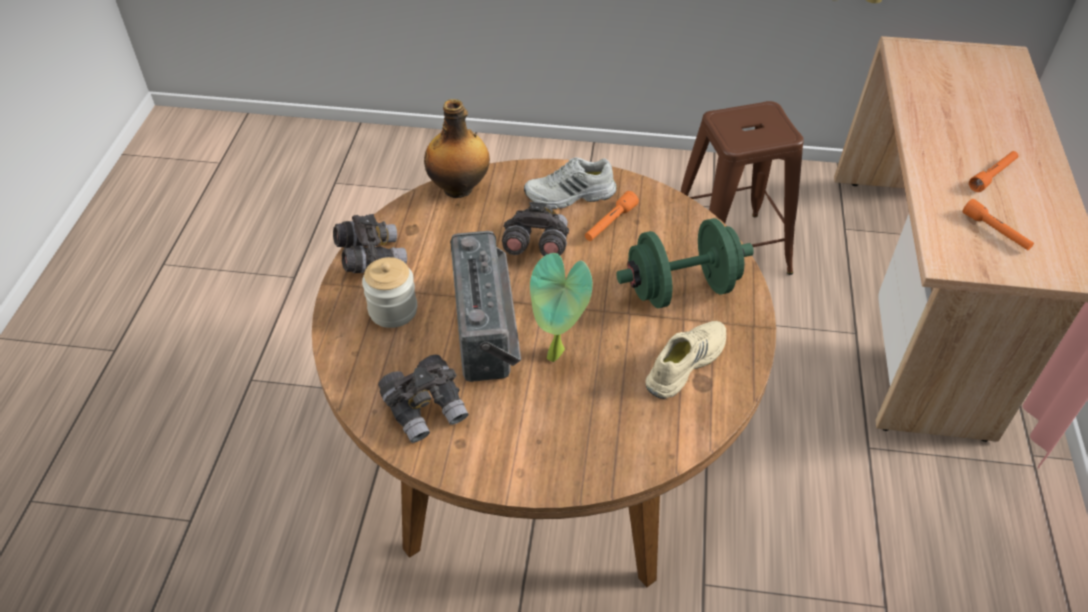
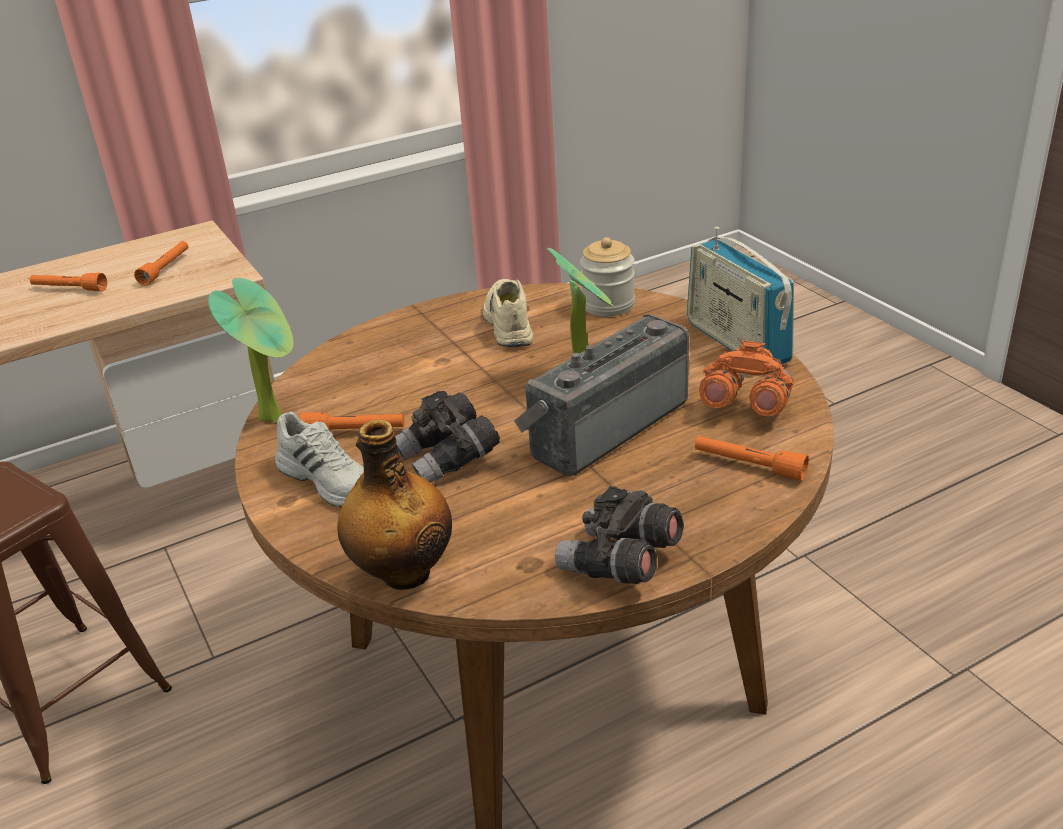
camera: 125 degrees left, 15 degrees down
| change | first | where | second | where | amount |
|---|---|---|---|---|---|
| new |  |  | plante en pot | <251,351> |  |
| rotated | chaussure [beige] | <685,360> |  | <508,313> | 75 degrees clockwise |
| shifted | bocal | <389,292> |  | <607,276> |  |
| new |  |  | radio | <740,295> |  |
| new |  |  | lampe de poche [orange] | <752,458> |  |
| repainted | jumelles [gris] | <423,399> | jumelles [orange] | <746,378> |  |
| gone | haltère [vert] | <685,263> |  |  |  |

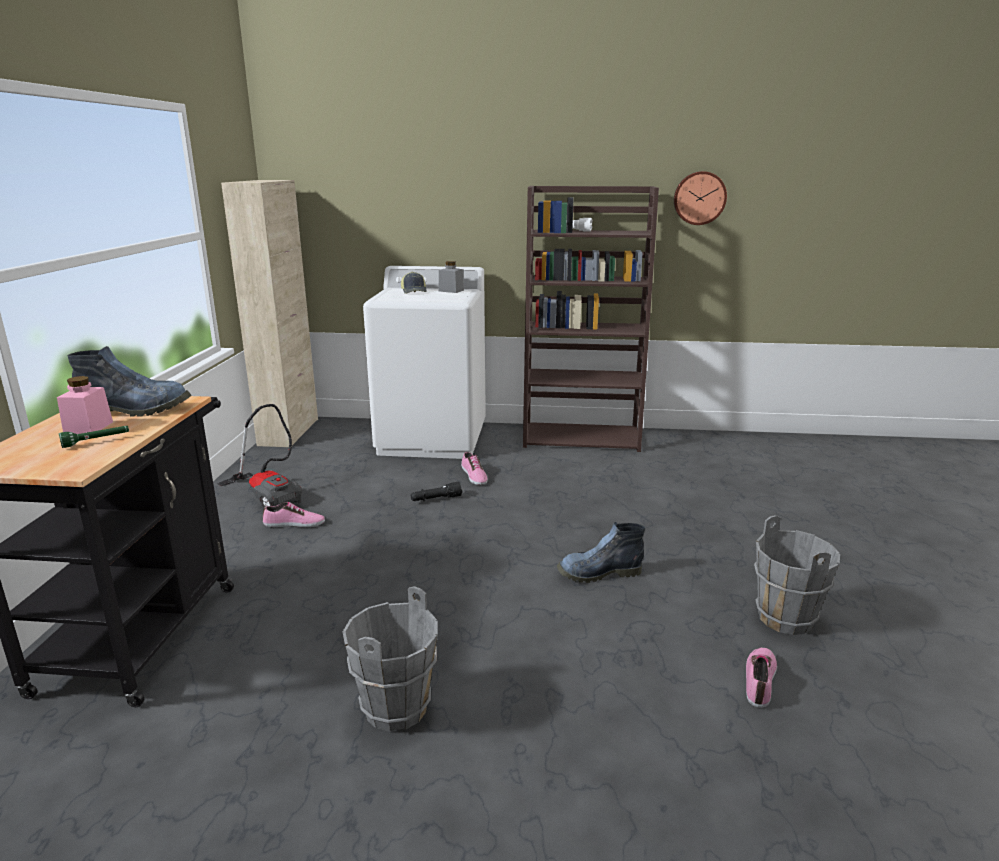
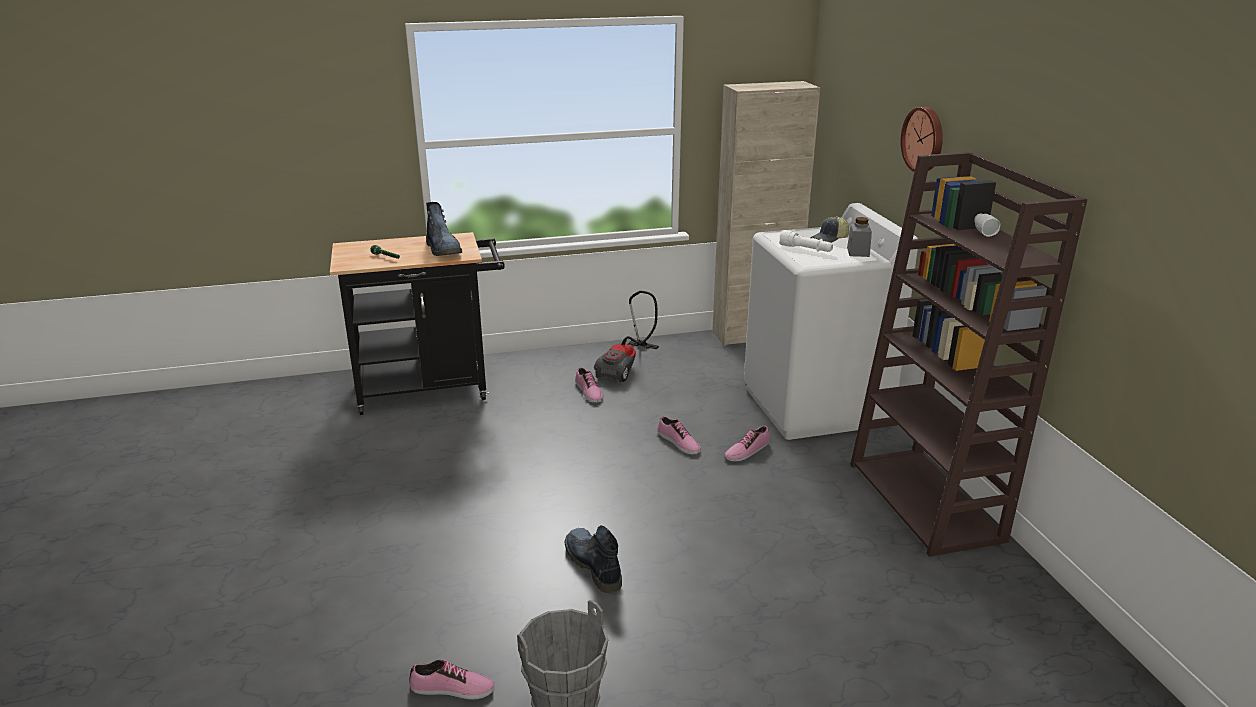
camera: 70 degrees right, 5 degrees up
| change | first | where | second | where | amount |
|---|---|---|---|---|---|
| swapped | lampe de poche [noir] | <436,491> | chaussure | <679,435> |  |
| new |  |  | lampe de poche [blanc] | <806,241> |  |
| shifted | horloge murale | <700,198> |  | <922,139> |  |
| gone | bocal [rose] | <85,405> |  |  |  |
| gone | seau [gris] | <390,659> |  |  |  |

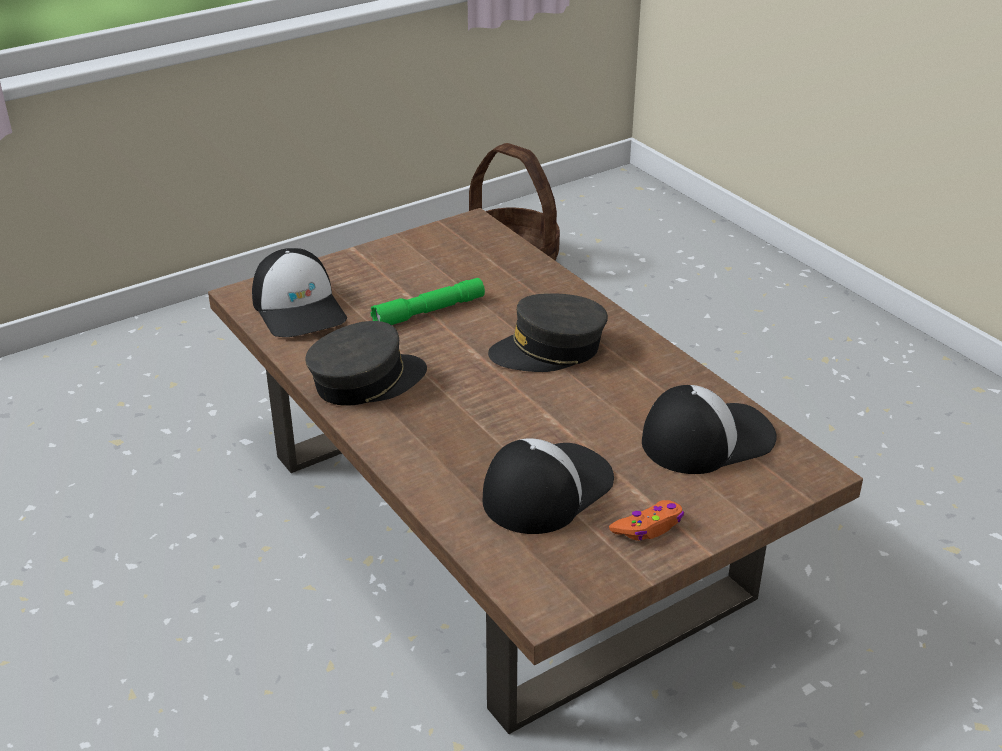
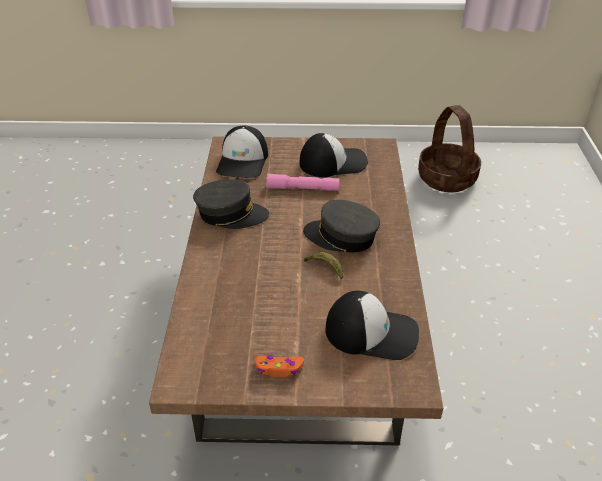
camera: 35 degrees right, 5 degrees up
| change | first | where | second | where | amount |
|---|---|---|---|---|---|
| repainted | lampe de poche [vert] | <427,301> | lampe de poche [rose] | <302,182> |  |
| shifted | casquette | <548,486> |  | <334,155> |  |
| new |  |  | banane | <324,265> |  |

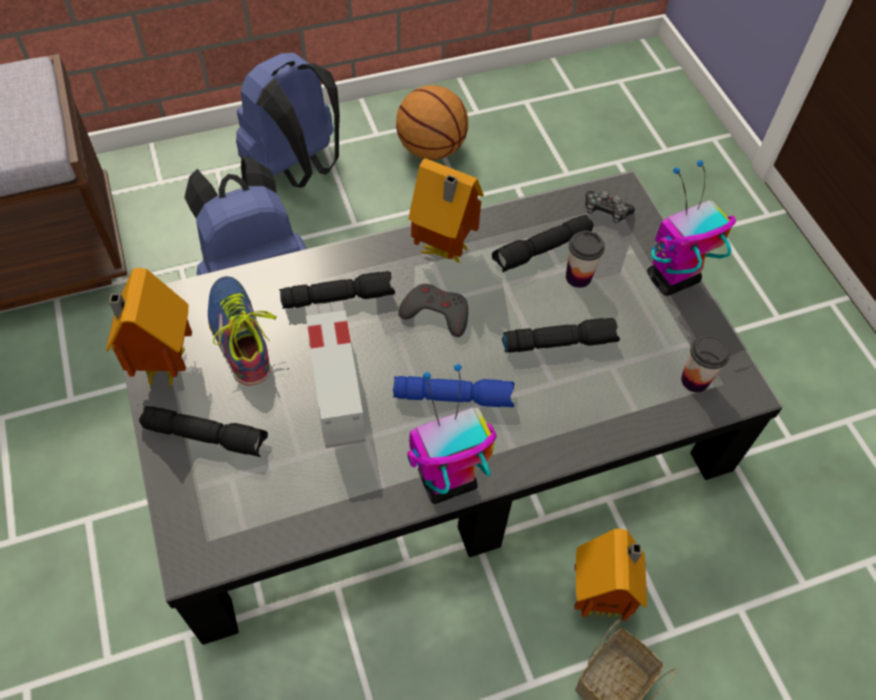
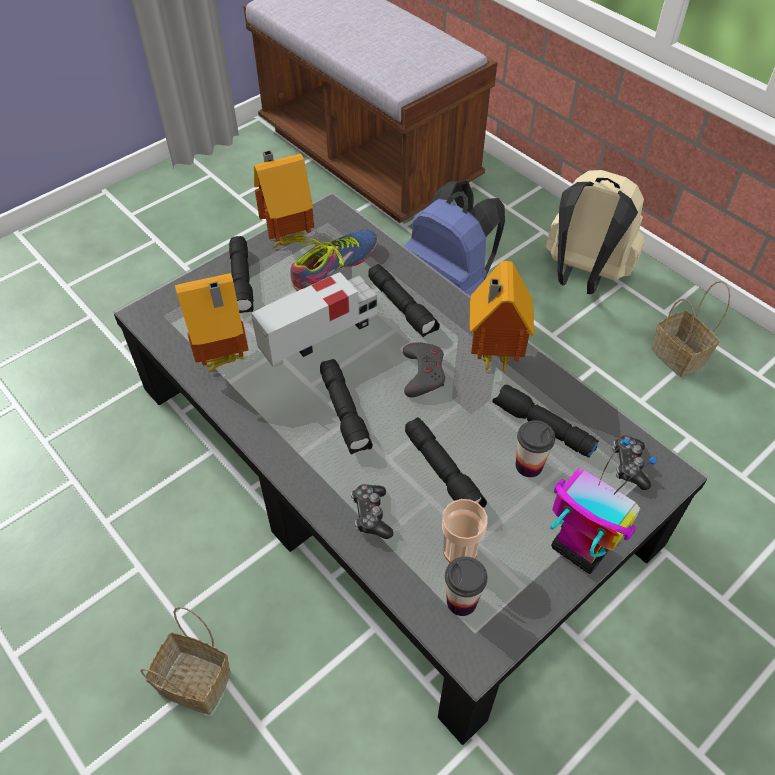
camera: 70 degrees right, 5 degrees down
| change | first | where | second | where | amount |
|---|---|---|---|---|---|
| shifted | maison miniature | <611,575> |  | <212,322> |  |
| repainted | lampe de poche [bleu] | <453,391> | lampe de poche [noir] | <346,407> |  |
| new |  |  | manette | <372,511> |  |
| new |  |  | tasse | <465,531> |  |
| repainted | sac à dos [bleu] | <288,120> | sac à dos [beige] | <595,232> |  |
| swapped | ballon de basket | <432,122> | panier | <690,328> |  |
| gone | robot jouet | <451,434> |  |  |  |

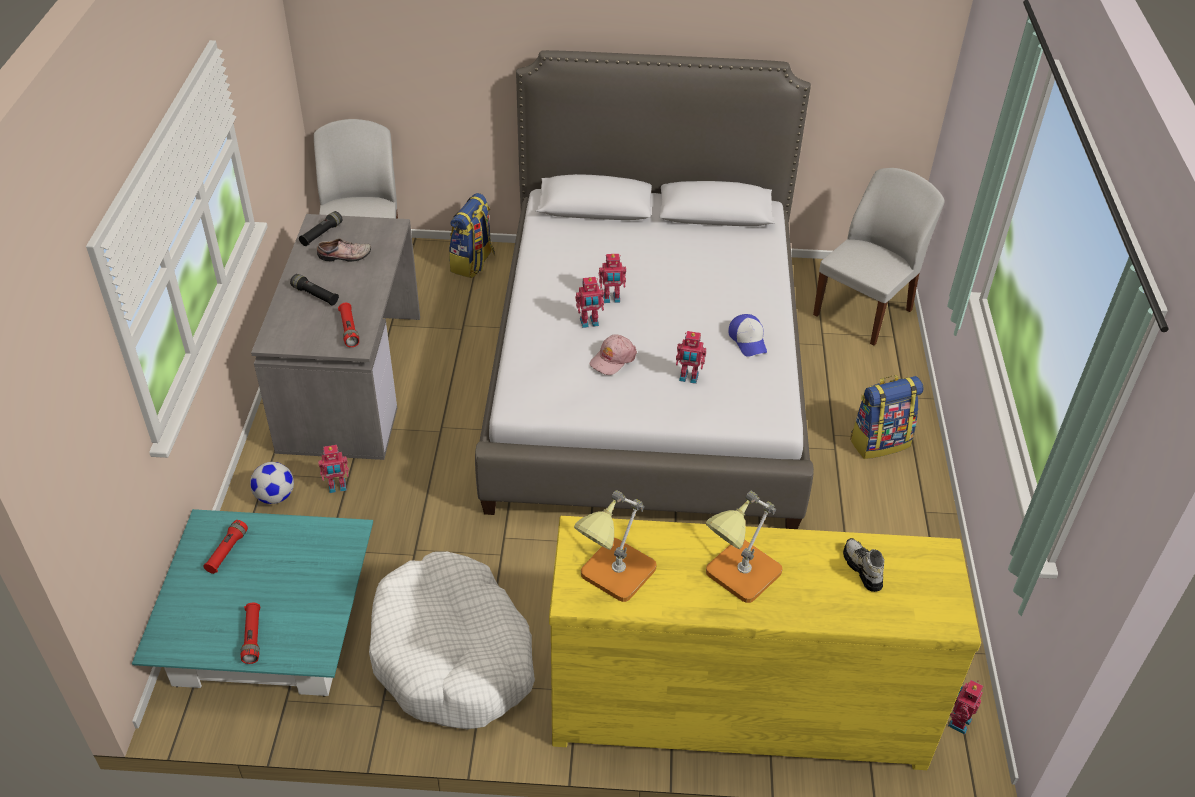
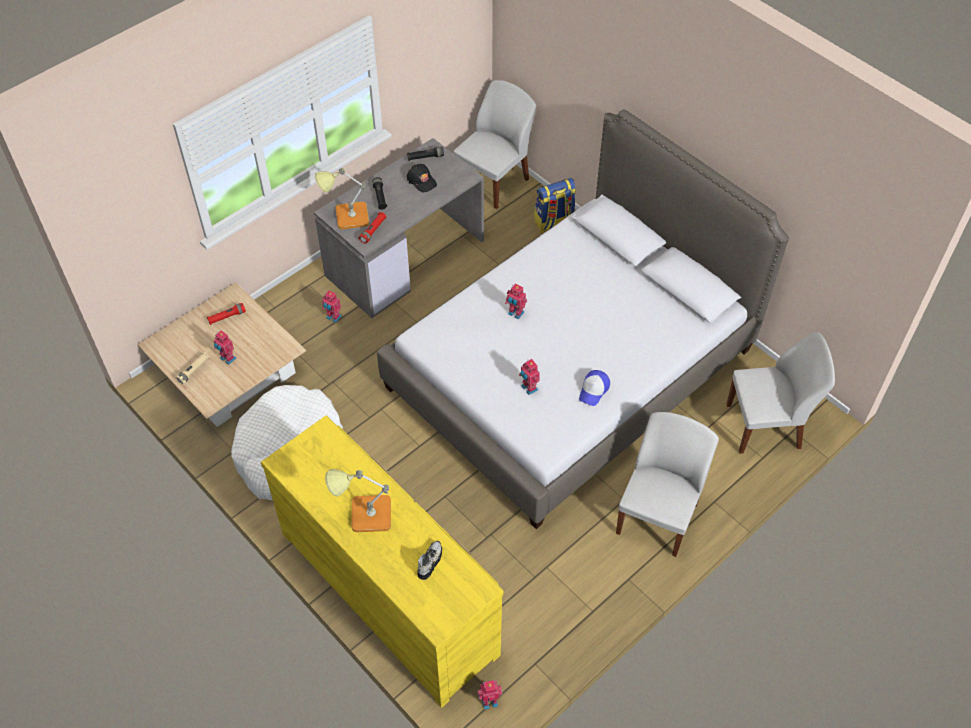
camera: 45 degrees right, 10 degrees up
| change | first | where | second | where | amount |
|---|---|---|---|---|---|
| repainted | table basse [turquoise] | <252,603> | table basse [beige] | <221,354> |  |
| repainted | lampe de poche [rouge] | <250,633> | lampe de poche [beige] | <193,368> |  |
| shifted | robot jouet | <612,278> |  | <225,347> |  |
| shifted | lampe de table | <615,546> |  | <342,198> |  |
| swapped | chaussure | <344,250> | casquette [noir] | <422,178> |  |
| swapped | sac à dos | <887,417> | chaise [blanc] | <667,484> |  |
| gone | ballon de foot | <272,483> |  |  |  |
| gone | casquette [rose] | <613,354> |  |  |  |

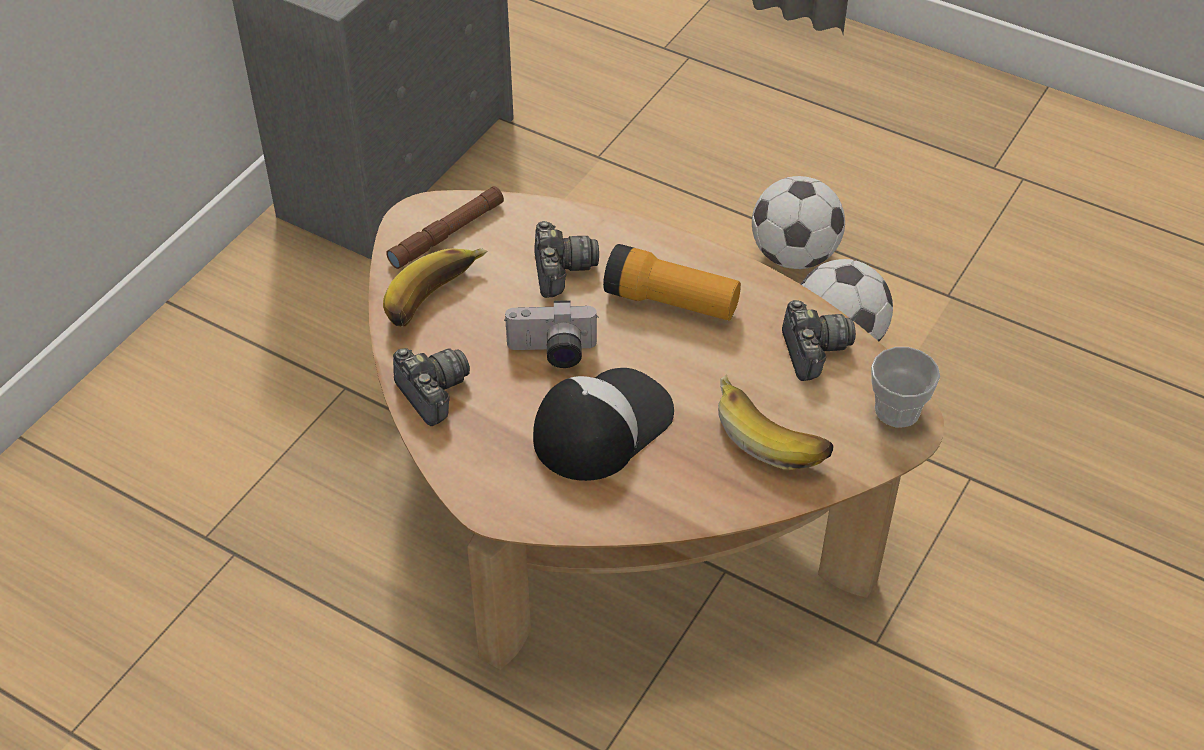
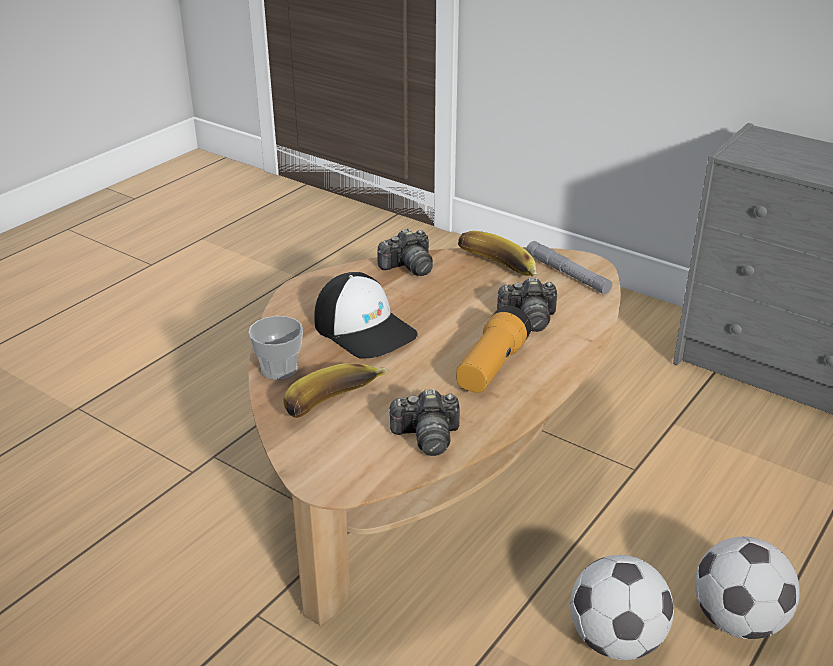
camera: 95 degrees right, 15 degrees down
| change | first | where | second | where | amount |
|---|---|---|---|---|---|
| shifted | tasse | <905,387> |  | <275,348> |  |
| repainted | lampe de poche [marron] | <445,227> | lampe de poche [gris] | <569,267> |  |
| gone | appareil photo | <551,334> |  |  |  |

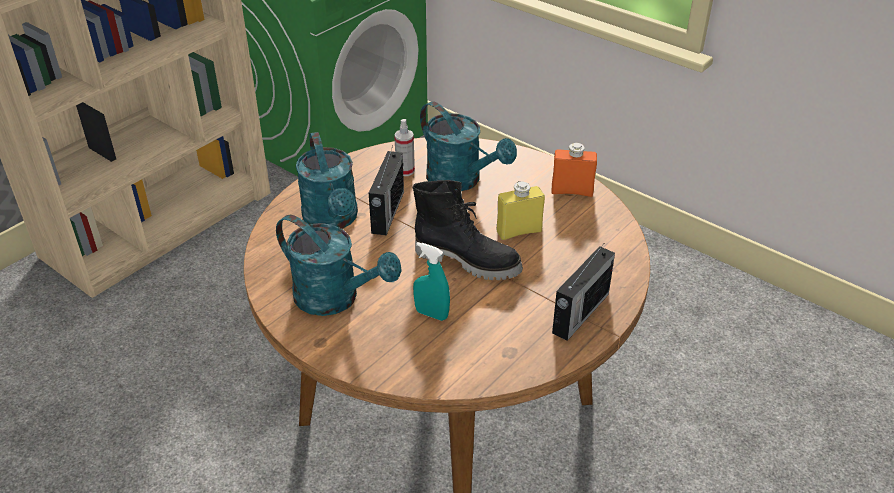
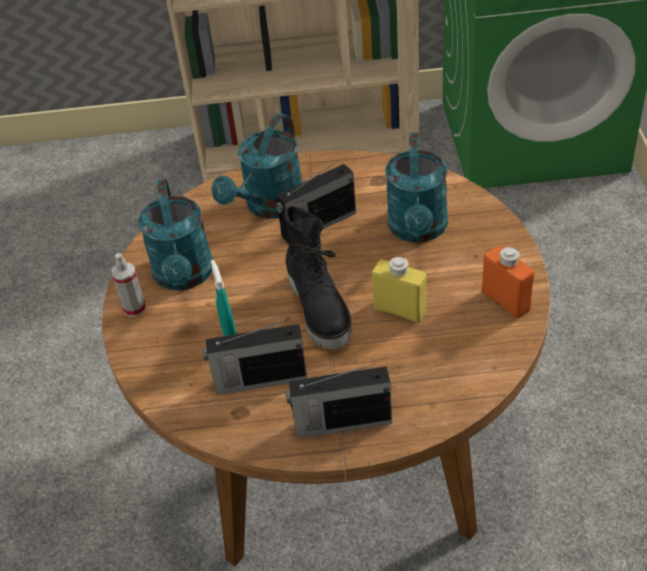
camera: 50 degrees right, 5 degrees up
| change | first | where | second | where | amount |
|---|---|---|---|---|---|
| shifted | vaporisateur | <404,147> |  | <129,285> |  |
| new |  |  | radio | <255,358> |  |

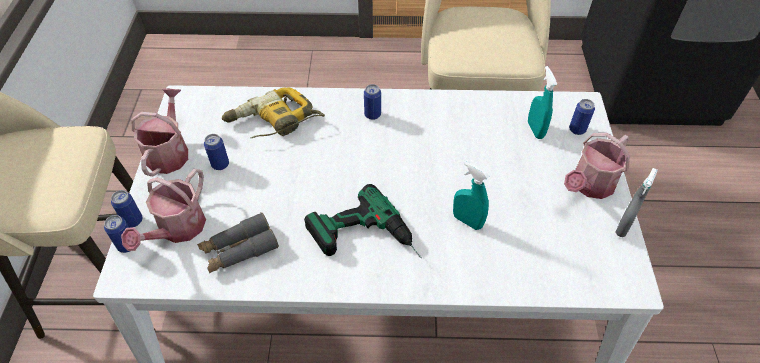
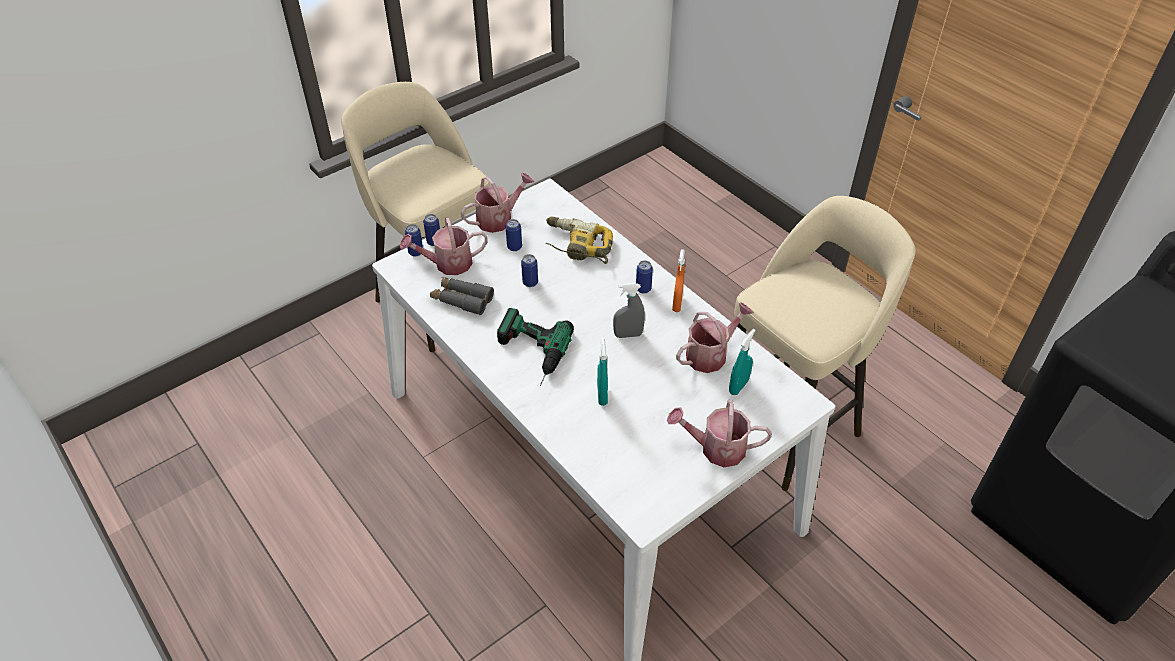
camera: 50 degrees right, 5 degrees down
| change | first | where | second | where | amount |
|---|---|---|---|---|---|
| shifted | boîte métallique | <582,117> |  | <529,270> |  |
| shifted | vaporisateur [gris] | <636,202> |  | <629,310> |  |
| new |  |  | vaporisateur [orange] | <678,280> |  |
| new |  |  | arrosoir | <715,337> |  |

